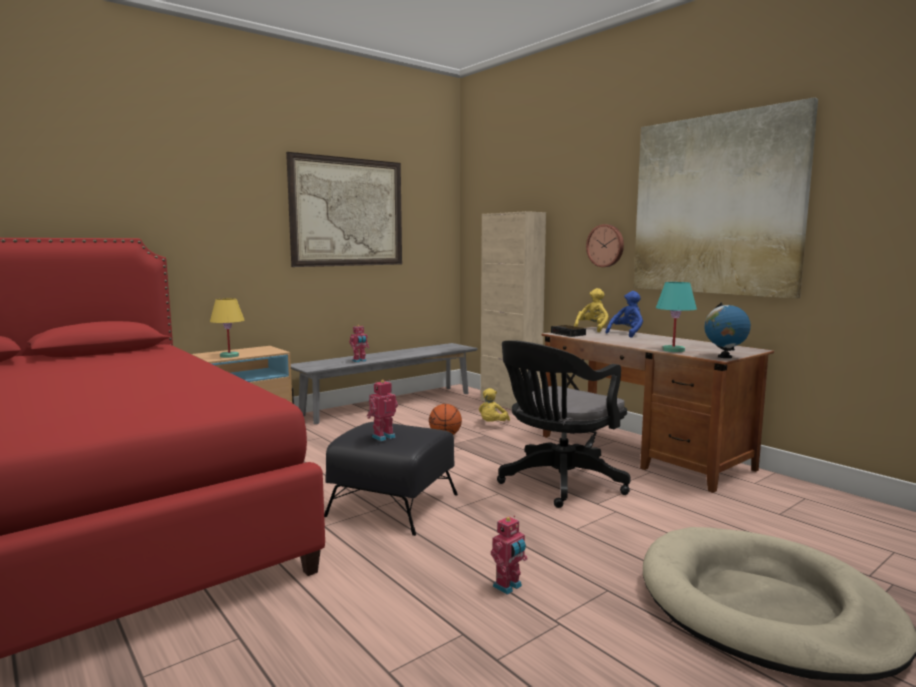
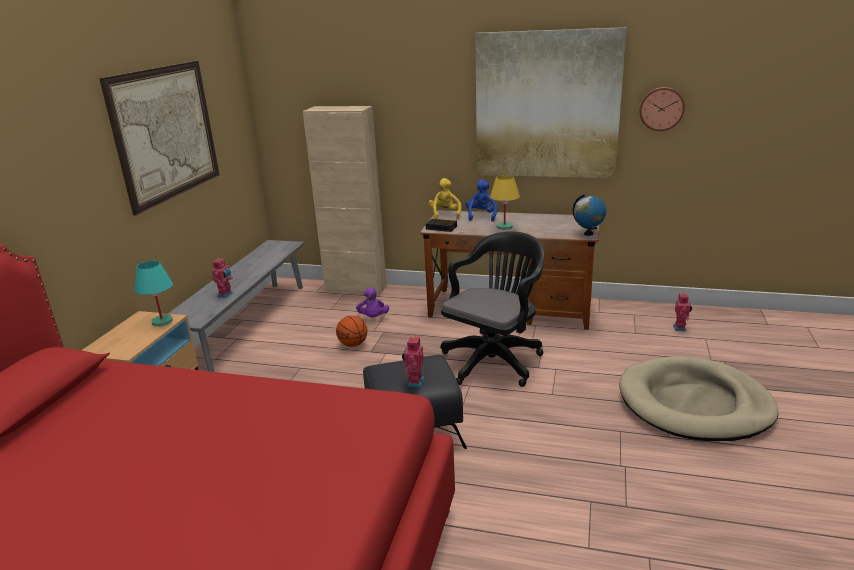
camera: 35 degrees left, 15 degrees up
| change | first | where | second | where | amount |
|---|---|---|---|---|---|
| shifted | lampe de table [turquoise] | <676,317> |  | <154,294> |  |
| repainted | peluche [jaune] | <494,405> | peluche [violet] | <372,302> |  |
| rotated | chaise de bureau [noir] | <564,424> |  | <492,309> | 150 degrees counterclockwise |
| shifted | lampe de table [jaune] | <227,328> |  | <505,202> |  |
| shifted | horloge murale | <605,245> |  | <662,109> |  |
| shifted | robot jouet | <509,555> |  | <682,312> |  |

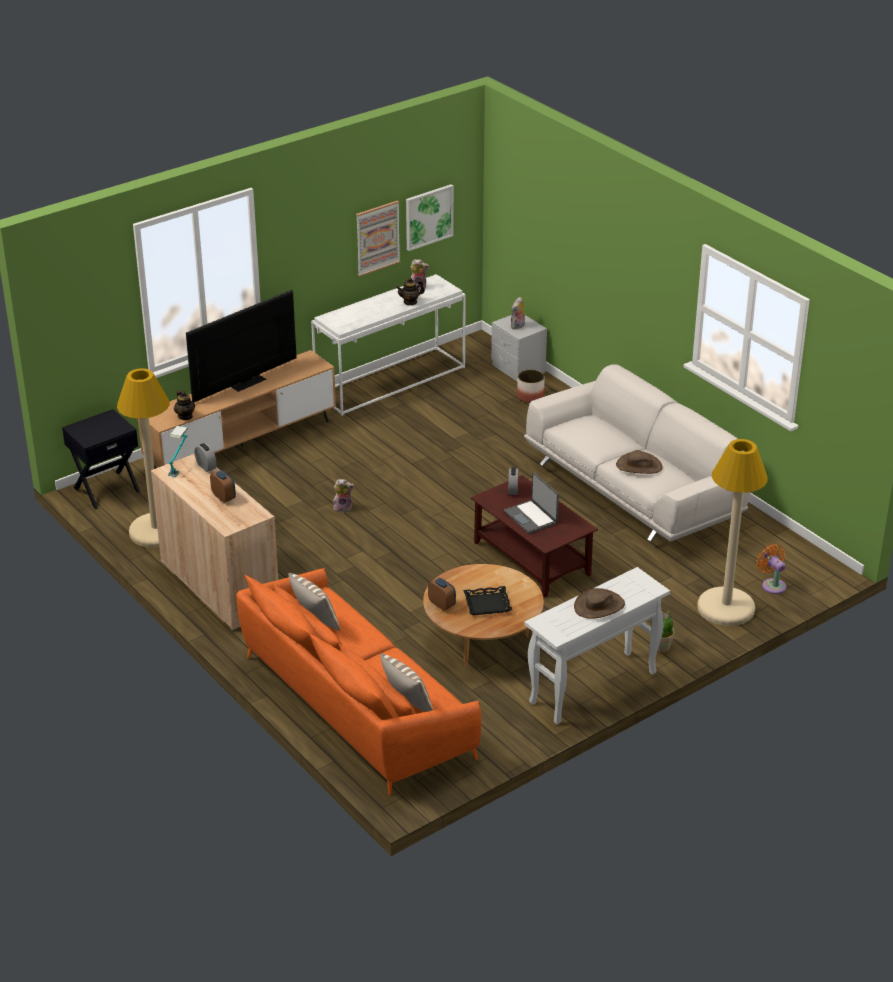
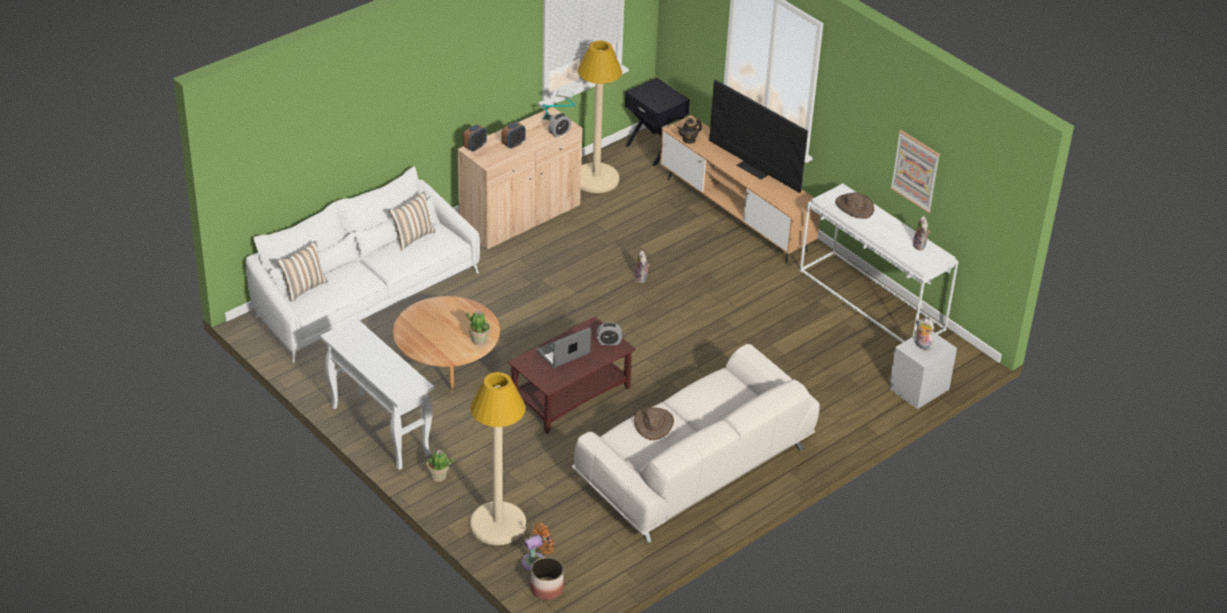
camera: 85 degrees right, 5 degrees up
| change | first | where | second | where | amount |
|---|---|---|---|---|---|
| repainted | canapé [orange] | <359,681> | canapé [blanc] | <363,264> |  |
| shifted | réveil | <442,594> |  | <475,138> |  |
| new |  |  | plante en pot | <478,328> |  |
| shifted | cache-pot | <531,386> |  | <547,578> |  |
| shifted | chapeau [marron] | <599,603> |  | <854,205> |  |
| gone | théière | <410,291> |  |  |  |
| gone | tableau | <430,217> |  |  |  |
| gone | plateau [noir] | <487,600> |  |  |  |

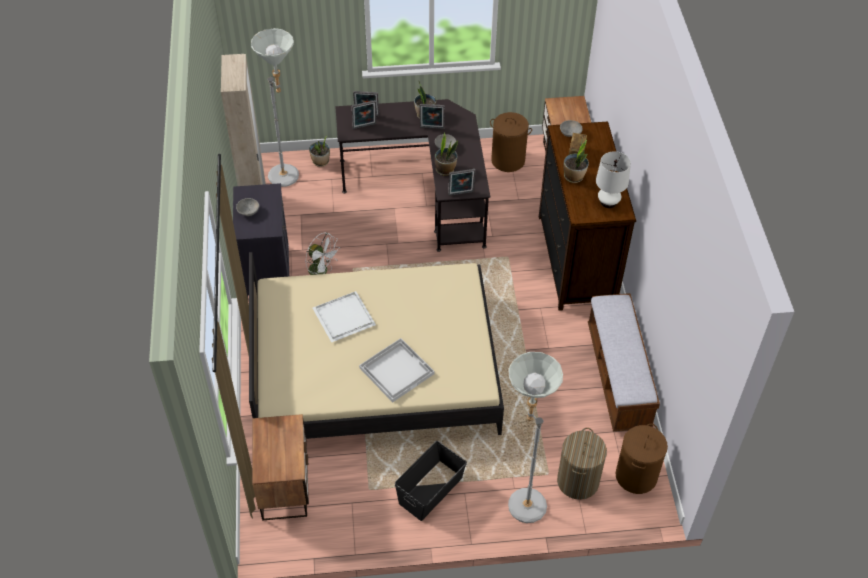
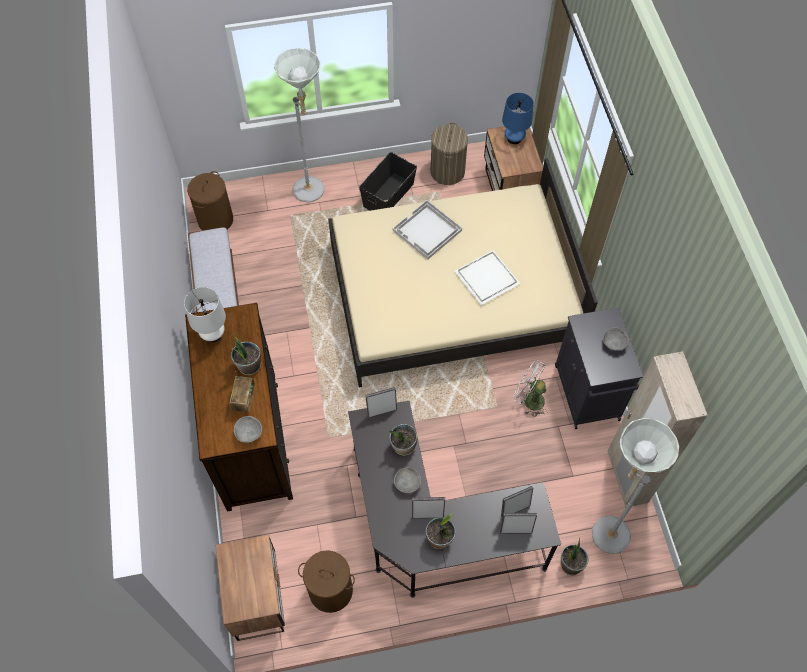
camera: 175 degrees right, 10 degrees up
| change | first | where | second | where | amount |
|---|---|---|---|---|---|
| shifted | panier à linge | <582,464> |  | <449,154> |  |
| new |  |  | lampe de table [bleu] | <518,118> |  |

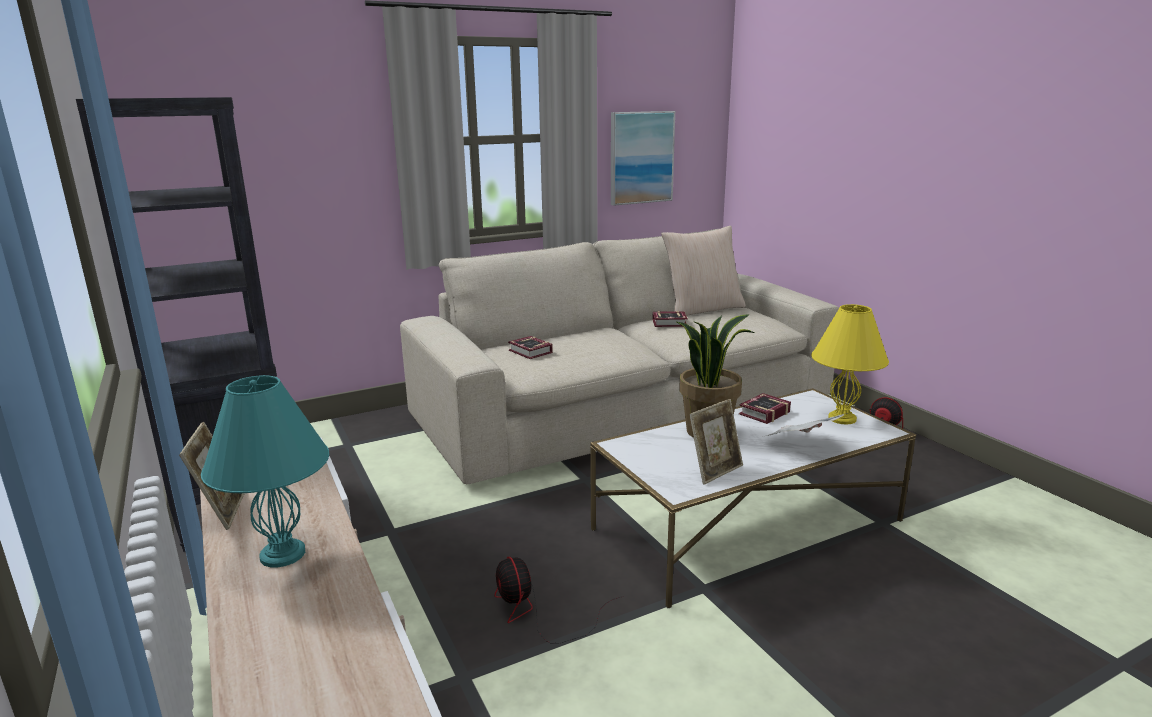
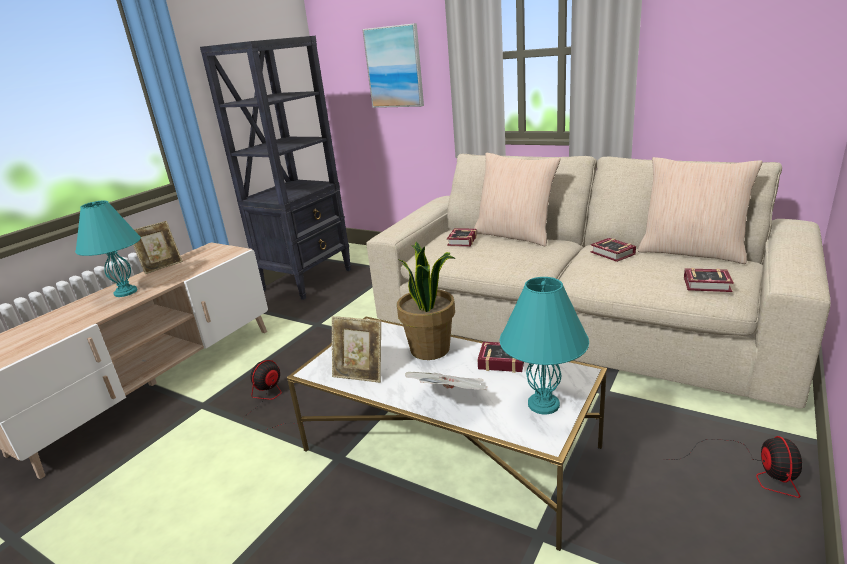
camera: 60 degrees right, 5 degrees up
| change | first | where | second | where | amount |
|---|---|---|---|---|---|
| shifted | tableau | <643,158> |  | <393,65> |  |
| new |  |  | coussin [beige] | <517,199> |  |
| repainted | lampe de table [jaune] | <850,364> | lampe de table [turquoise] | <544,346> |  |
| new |  |  | livre | <709,280> |  |

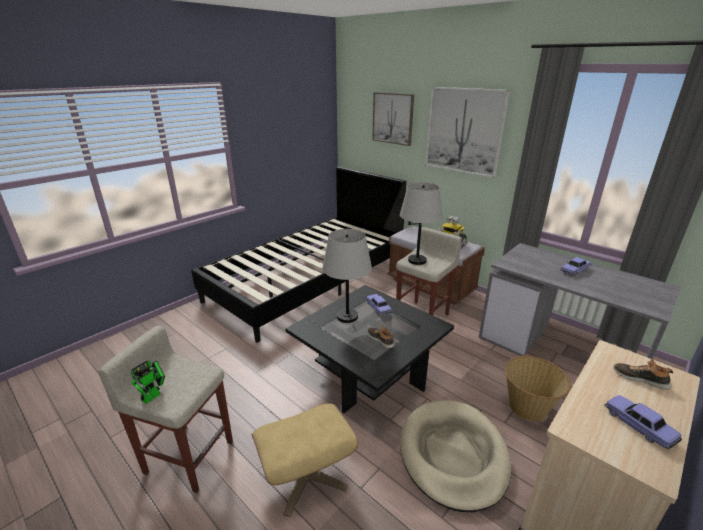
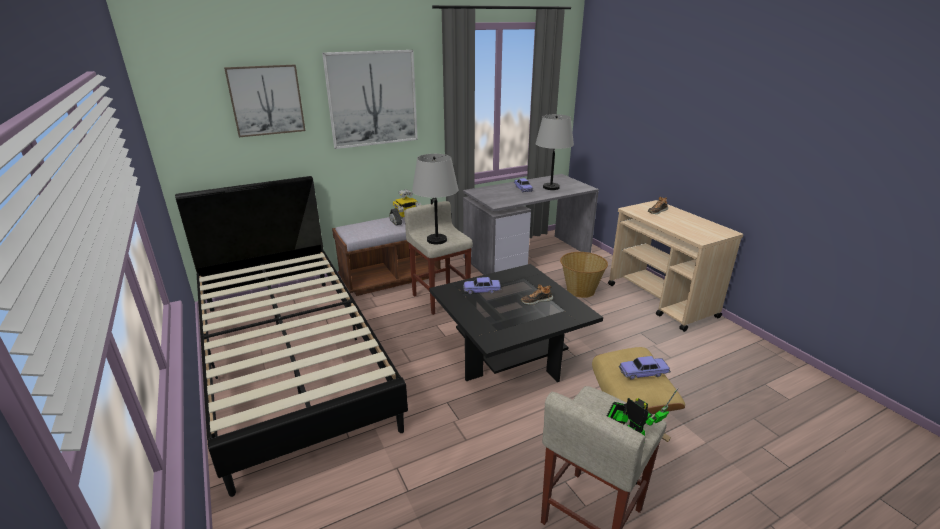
camera: 70 degrees left, 0 degrees up
| change | first | where | second | where | amount |
|---|---|---|---|---|---|
| shifted | lampe de table [gris] | <347,276> |  | <554,152> |  |
| shifted | petite voiture | <643,422> |  | <645,368> |  |
| gone | panier pour chien [beige] | <455,456> |  |  |  |

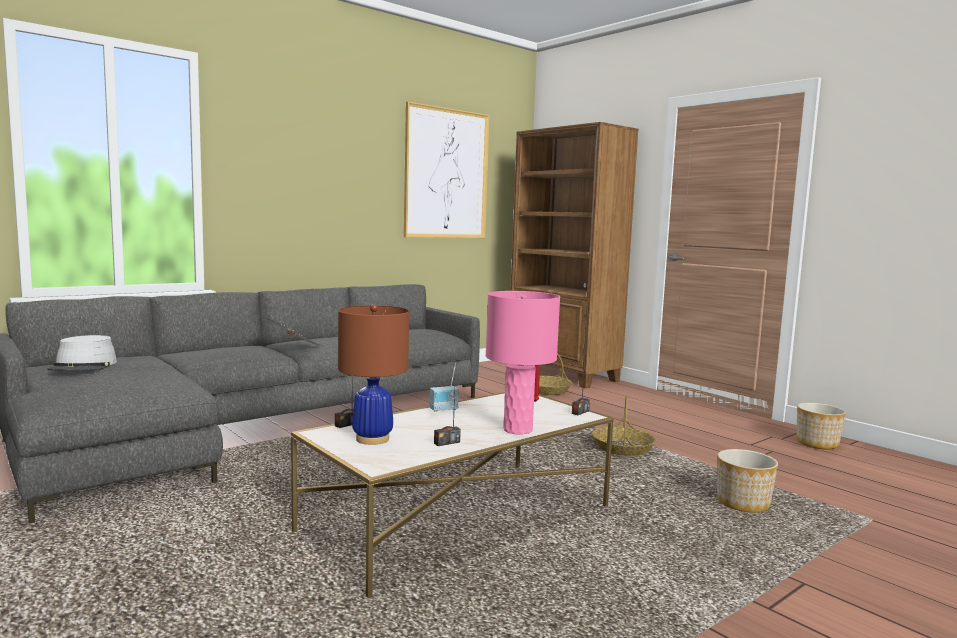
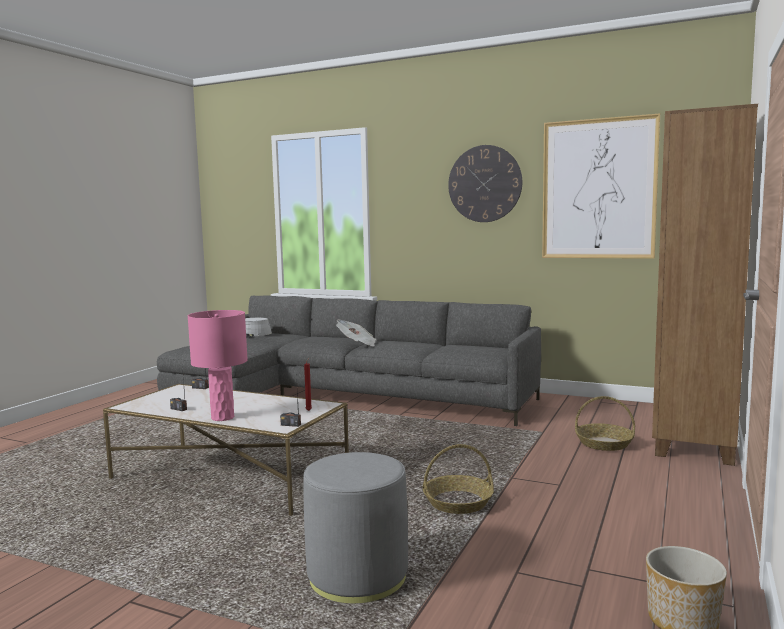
camera: 65 degrees right, 0 degrees up
| change | first | where | second | where | amount |
|---|---|---|---|---|---|
| swapped | cache-pot | <747,481> | pouf [gris] | <355,527> |  |
| new |  |  | horloge murale | <485,183> |  |
| gone | lampe de table [marron] | <373,374> |  |  |  |
| gone | radio | <444,387> |  |  |  |

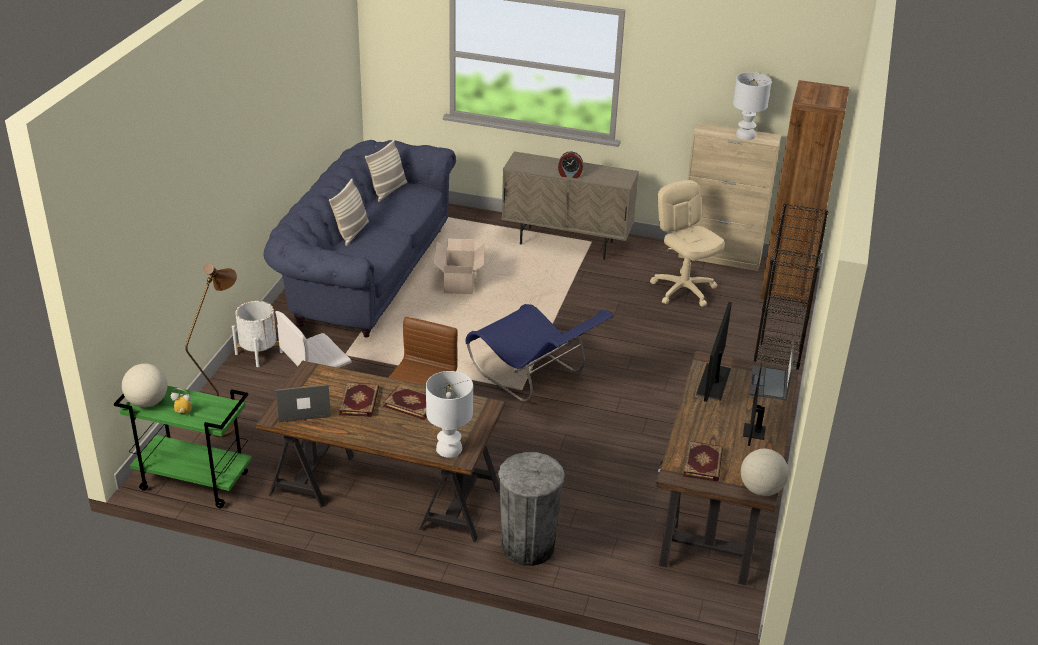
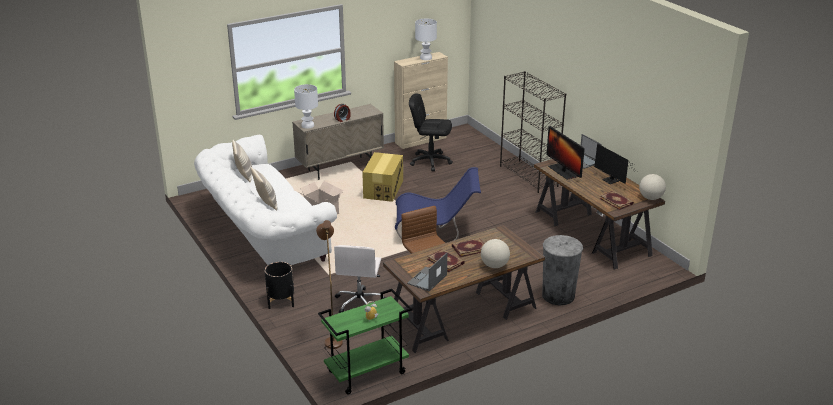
camera: 45 degrees left, 5 degrees down
| change | first | where | second | where | amount |
|---|---|---|---|---|---|
| repainted | canapé [bleu] | <359,239> | canapé [blanc] | <265,200> |  |
| repainted | cache-pot [blanc] | <257,334> | cache-pot [noir] | <279,285> |  |
| shifted | lampe de table [blanc] | <449,414> |  | <306,106> |  |
| new |  |  | carton | <382,177> |  |
| repainted | chaise de bureau [beige] | <687,243> | chaise de bureau [noir] | <431,132> |  |
| shifted | globe | <145,385> |  | <495,253> |  |
| gone | bibliothèque [marron] | <804,193> |  |  |  |

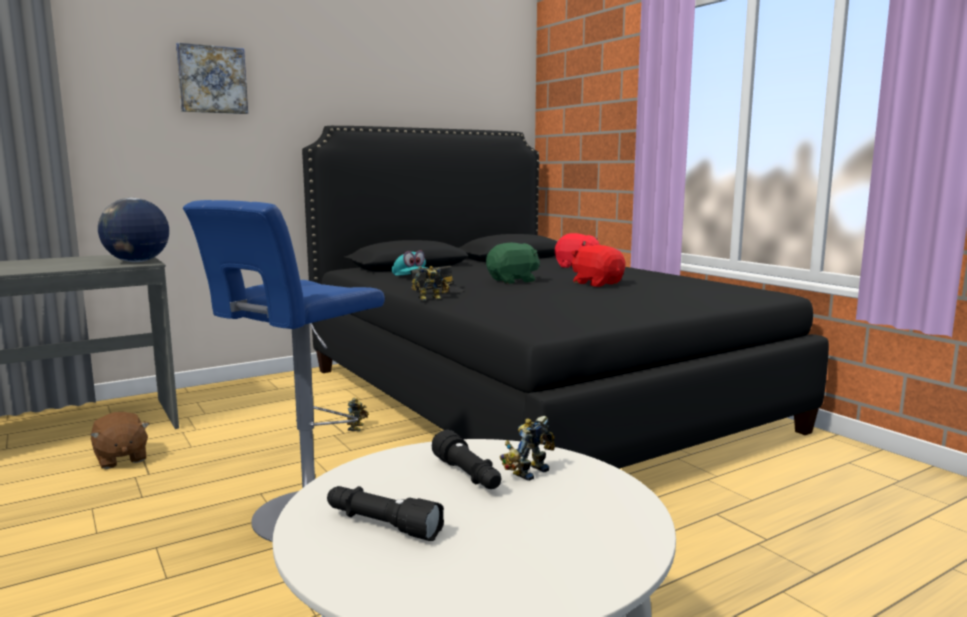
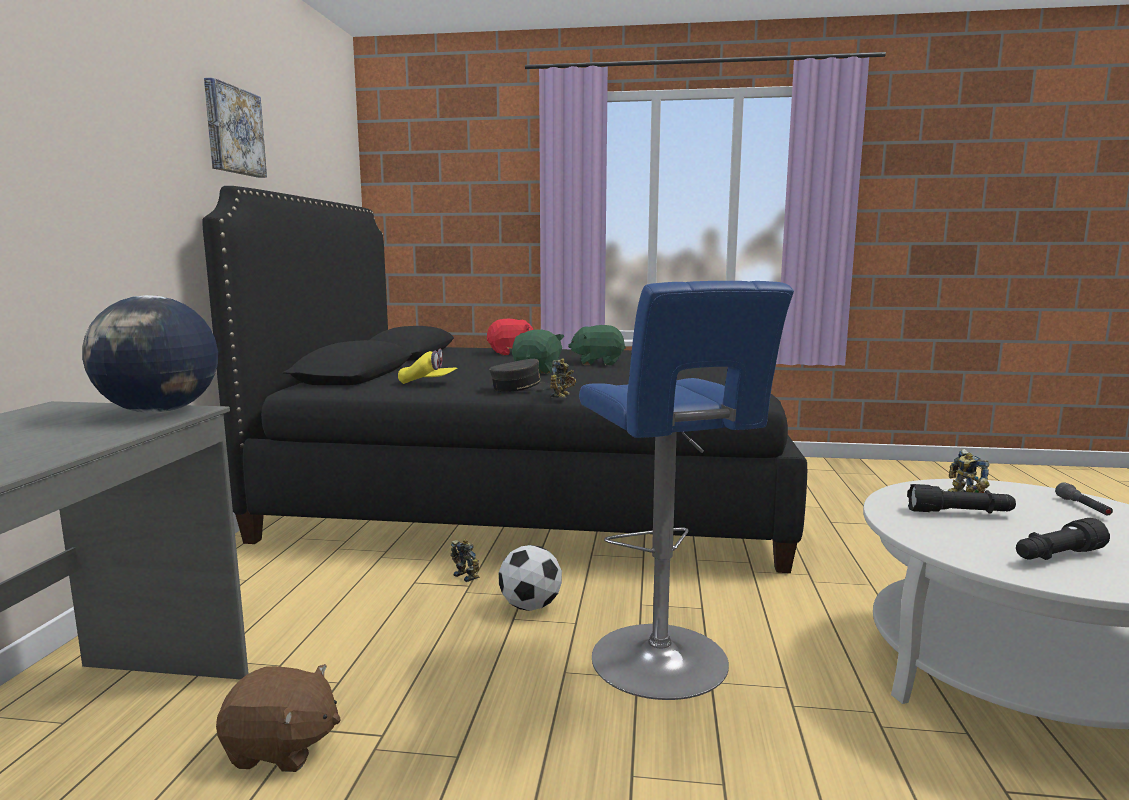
camera: 50 degrees left, 0 degrees up
| change | first | where | second | where | amount |
|---|---|---|---|---|---|
| shifted | tableau | <212,78> |  | <235,128> |  |
| repainted | casquette [turquoise] | <409,262> | casquette [jaune] | <427,366> |  |
| new |  |  | ballon de foot | <530,578> |  |
| repainted | peluche [rouge] | <598,266> | peluche [vert] | <597,345> |  |
| new |  |  | lampe de poche [gris] | <1084,498> |  |

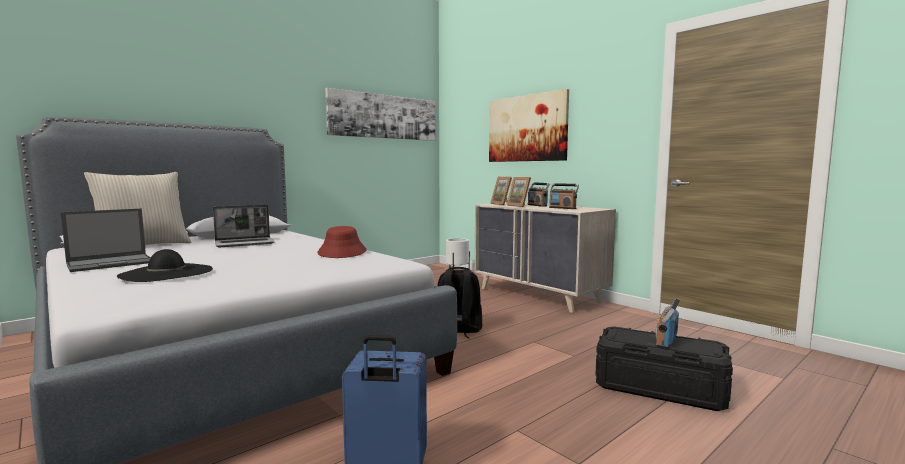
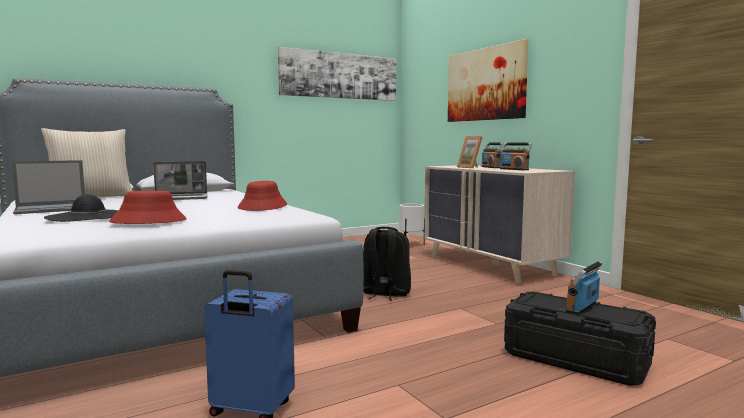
camera: 10 degrees right, 0 degrees up
| change | first | where | second | where | amount |
|---|---|---|---|---|---|
| new |  |  | chapeau [rouge] | <148,207> |  |
| gone | cadre photo | <501,191> |  |  |  |

